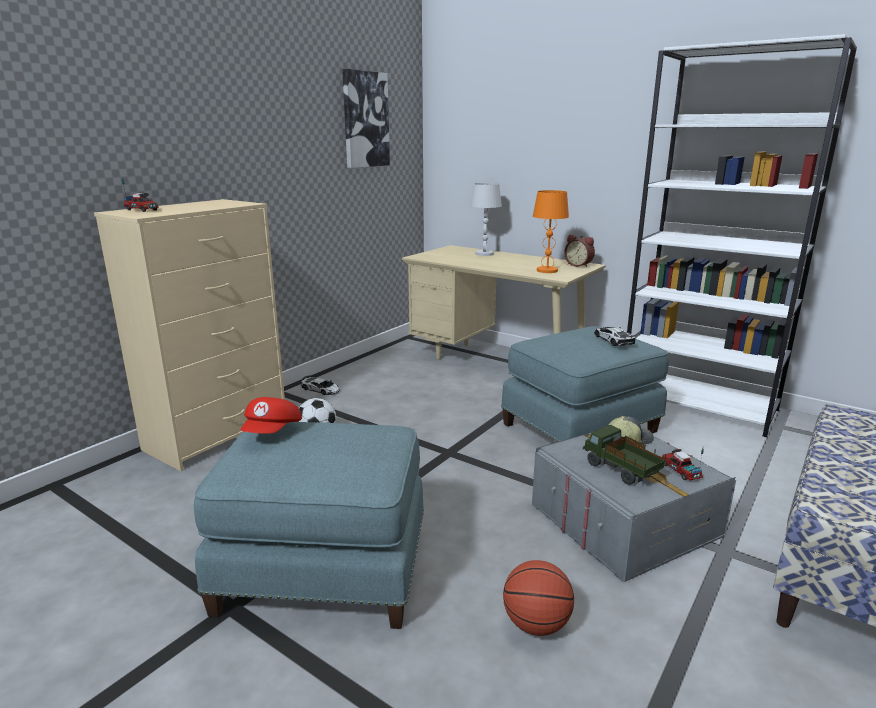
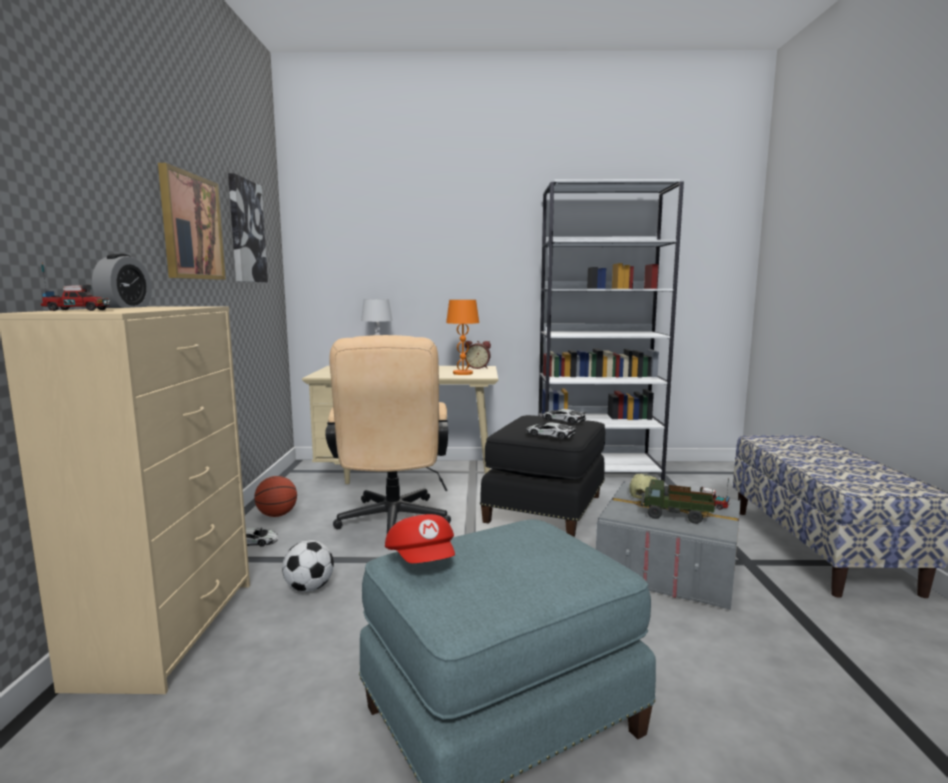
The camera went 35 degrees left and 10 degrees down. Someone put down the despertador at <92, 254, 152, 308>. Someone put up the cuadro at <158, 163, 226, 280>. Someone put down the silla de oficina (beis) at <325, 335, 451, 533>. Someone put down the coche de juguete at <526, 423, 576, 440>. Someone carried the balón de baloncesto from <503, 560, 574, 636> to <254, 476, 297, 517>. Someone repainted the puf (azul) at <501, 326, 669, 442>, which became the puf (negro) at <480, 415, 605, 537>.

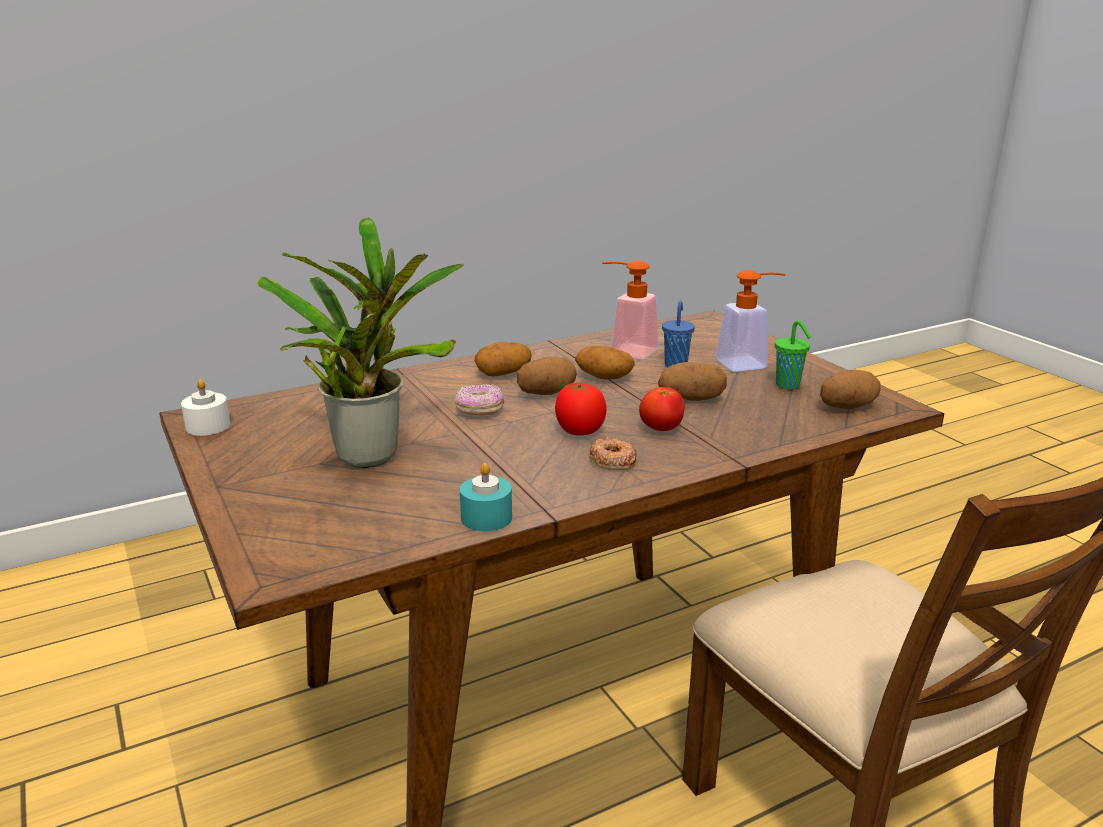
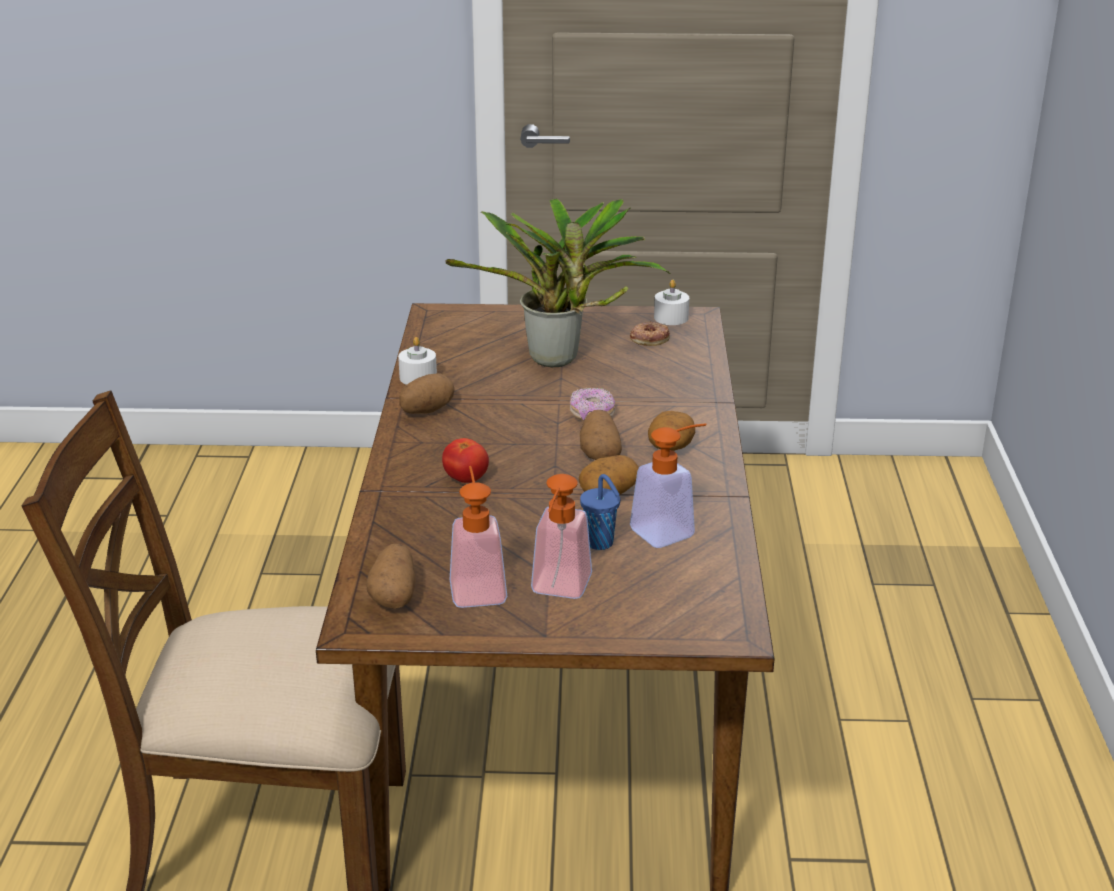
The camera went 120 degrees right and 5 degrees up. Someone took away the tomate at <555, 383, 607, 435>. Someone carried the rosquilla from <589, 437, 637, 470> to <630, 321, 670, 346>. Someone carried the patata from <658, 362, 727, 401> to <399, 373, 455, 414>. Someone swapped the taza (verde) at <775, 320, 811, 389> for the dispensador de jabón at <450, 466, 507, 608>. Someone repainted the vela (turquesa) at <460, 463, 512, 531>, which became the vela (blanco) at <398, 337, 437, 385>.

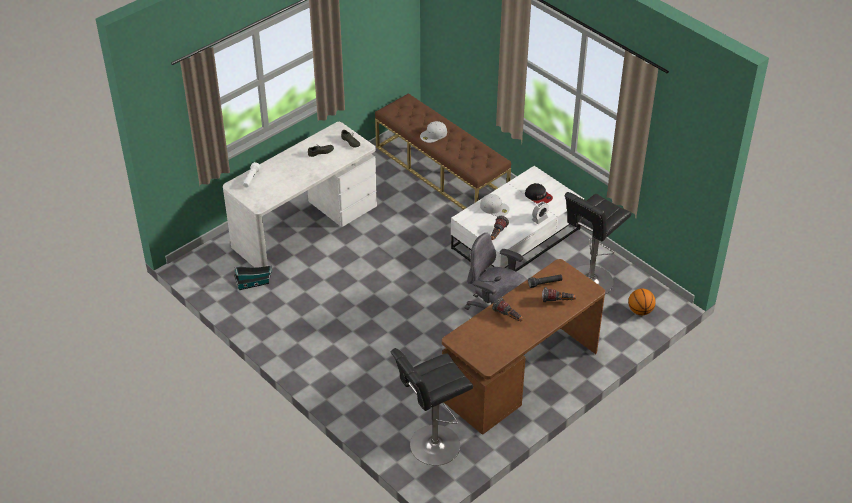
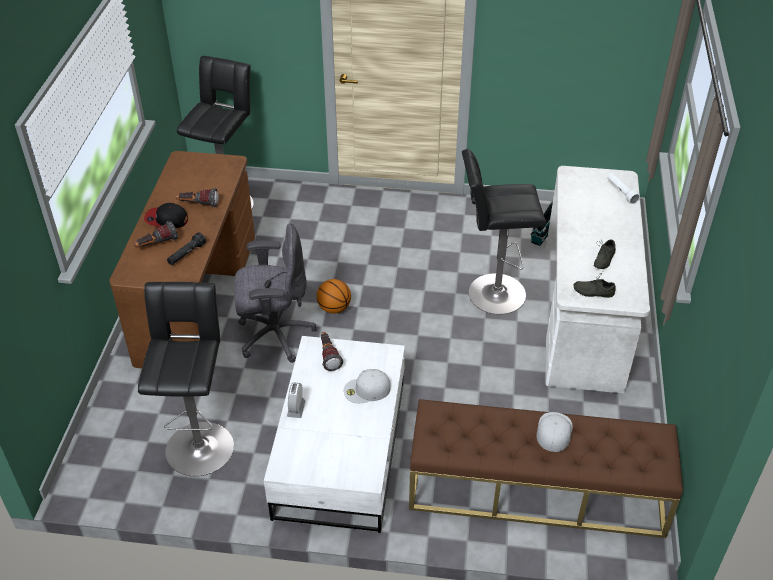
The camera went 140 degrees right and 0 degrees up. Someone put down the taburete (negro) at <462, 149, 546, 314>. Someone carried the gorra from <525, 183, 553, 204> to <144, 203, 188, 228>. Someone carried the balón de baloncesto from <628, 289, 656, 315> to <317, 279, 351, 314>.

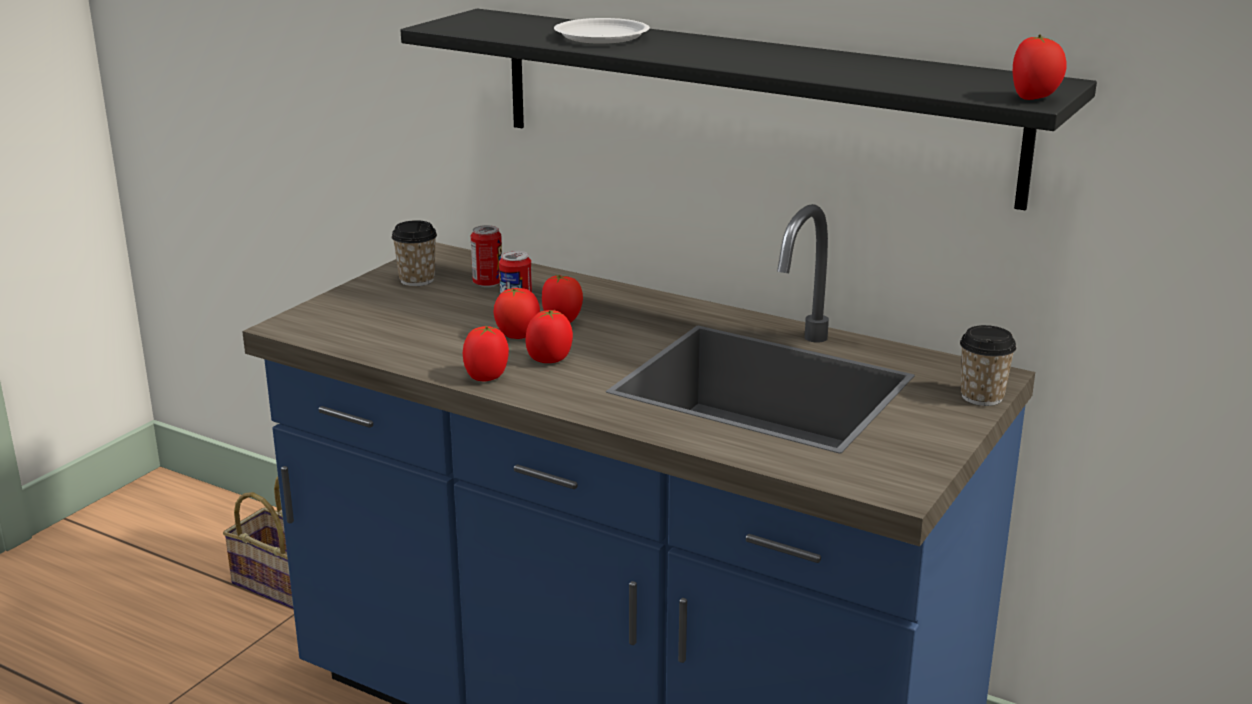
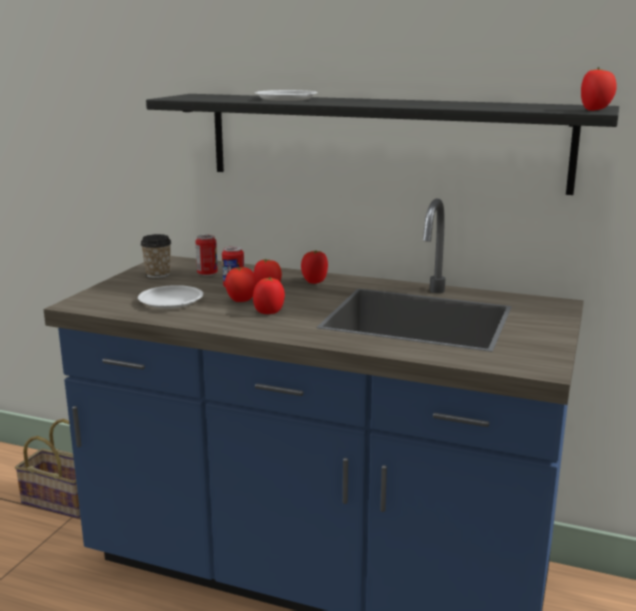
The camera went 10 degrees left and 5 degrees down. Someone took away the taza at <960, 325, 1016, 406>. Someone put down the plato (blanco) at <138, 285, 203, 309>. Someone carried the tomate from <463, 326, 509, 381> to <301, 250, 328, 284>.

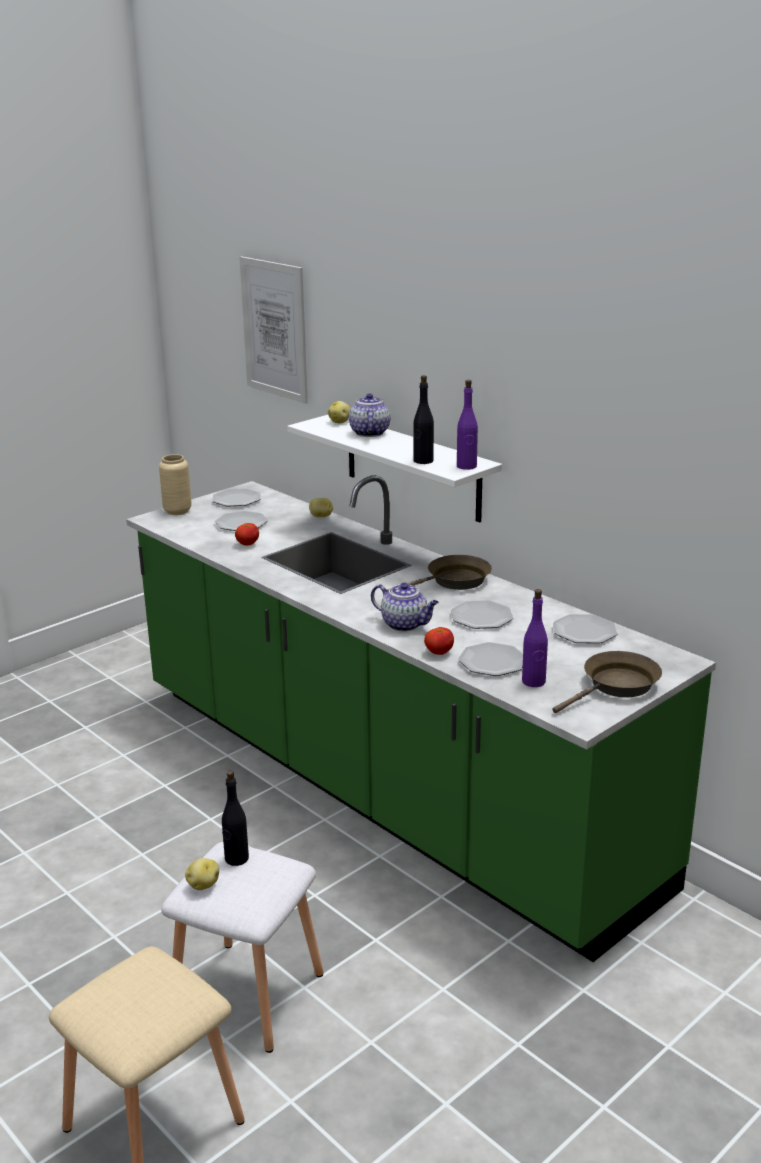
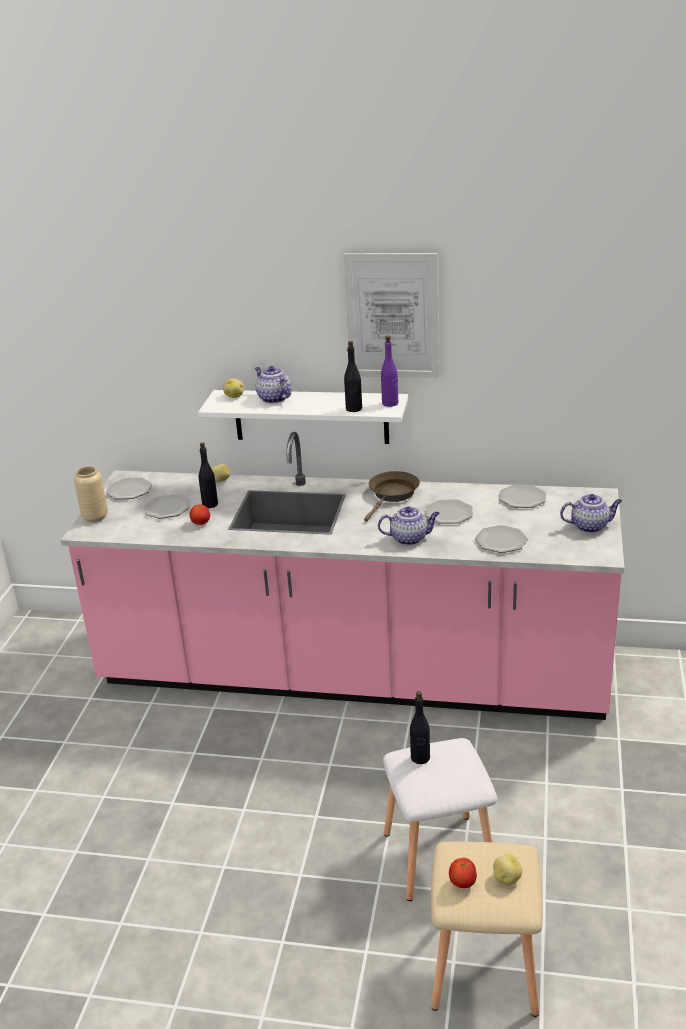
The camera went 35 degrees left and 5 degrees up. Someone took away the botella (morado) at <522, 589, 548, 687>. Someone put down the botella (negro) at <199, 442, 218, 508>. Someone carried the patata from <185, 858, 219, 890> to <493, 854, 522, 885>. Someone carried the cuadro from <239, 256, 308, 404> to <344, 253, 439, 378>. Someone carried the tomate from <424, 627, 454, 655> to <449, 858, 477, 888>. Someone swapped the sartén (marrón) at <553, 651, 662, 713> for the tetera at <560, 494, 622, 533>. Someone repainted the mueble bajo de cocina (verde) at <126, 475, 716, 962>, which became the mueble bajo de cocina (rosa) at <61, 432, 624, 720>.

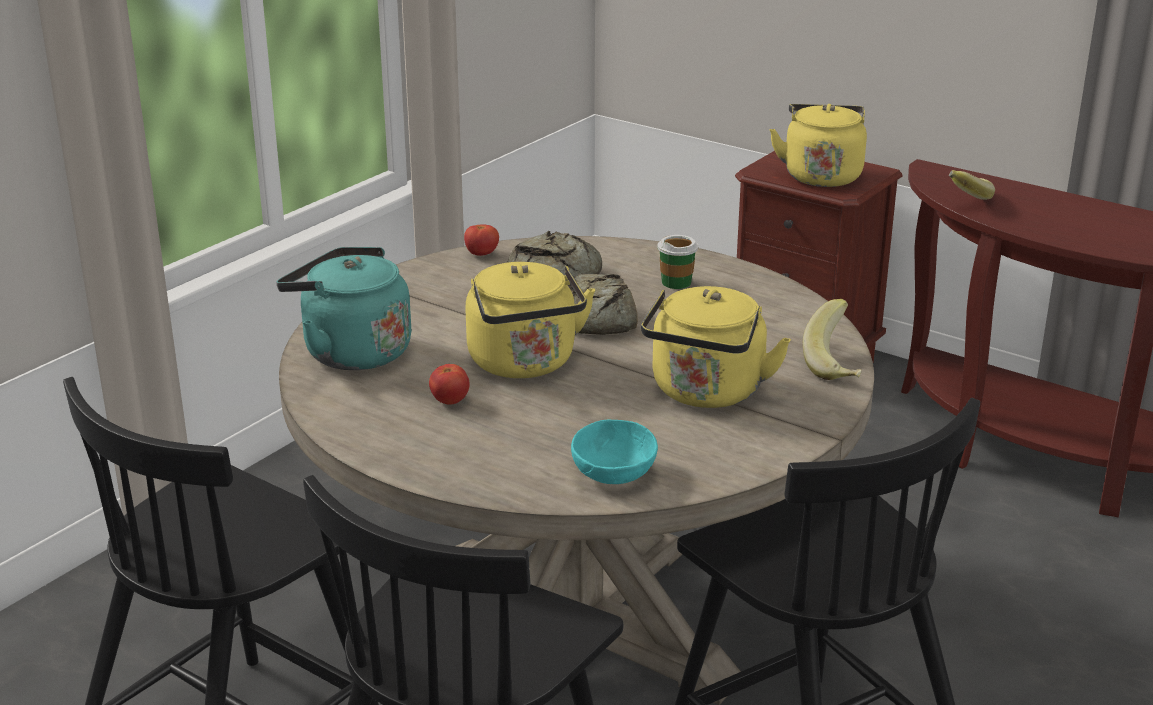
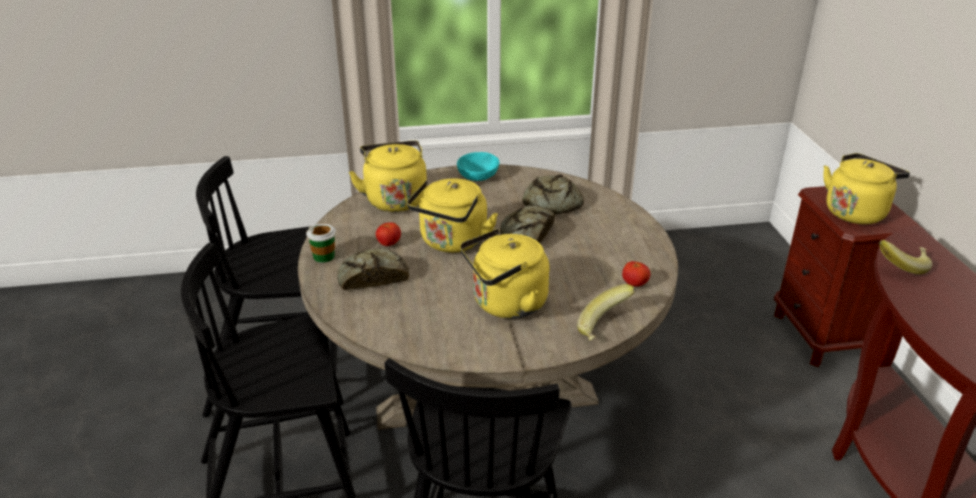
The camera went 45 degrees right and 5 degrees up. Someone put down the pan at <337, 248, 409, 290>. Someone carried the tomate from <464, 224, 499, 256> to <622, 261, 650, 287>. Someone carried the cuenco (turquesa) from <571, 420, 658, 484> to <457, 152, 499, 181>. Someone carried the taza from <657, 235, 699, 289> to <306, 224, 336, 263>. Someone repainted the hervidor (turquesa) at <276, 247, 411, 370>, which became the hervidor (amarillo) at <349, 140, 427, 212>.

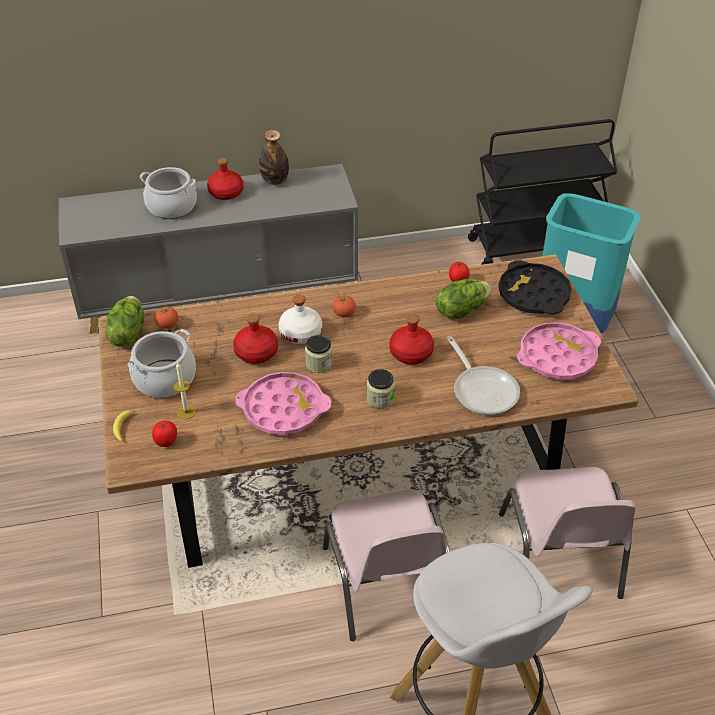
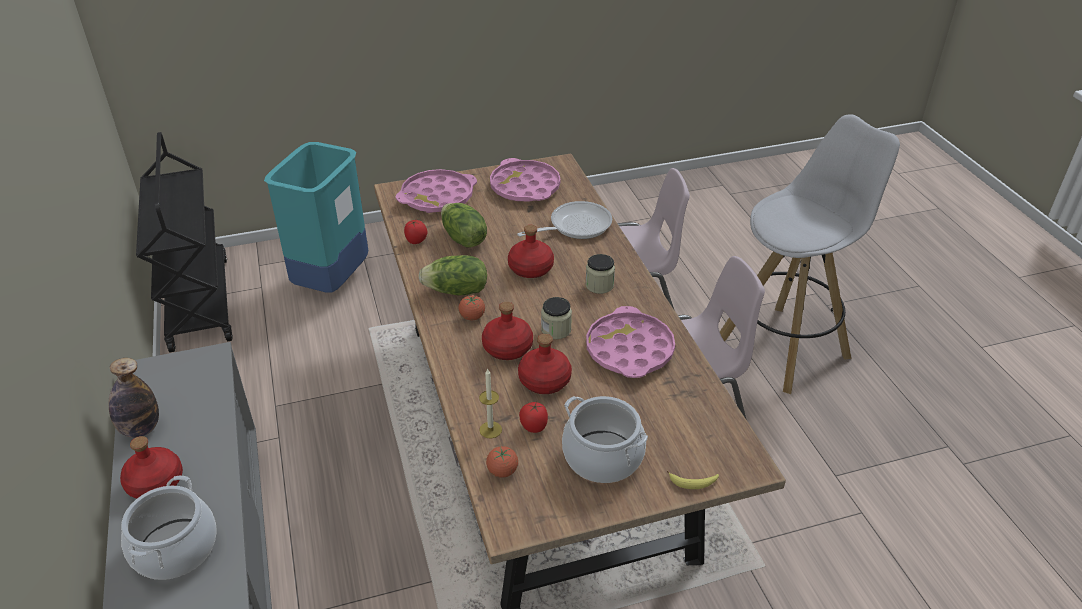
The camera went 95 degrees left and 5 degrees down. Someone carried the lechuga from <105, 296, 144, 347> to <418, 255, 487, 296>. Someone carried the tomate from <152, 421, 177, 447> to <519, 402, 548, 433>. Someone carried the vela from <173, 362, 196, 419> to <479, 368, 502, 438>. Someone repainted the botella (blanco) at <279, 295, 322, 344>, which became the botella (rojo) at <482, 302, 533, 360>. Someone repainted the bandeja (negro) at <498, 260, 572, 314>, which became the bandeja (rosa) at <396, 169, 477, 213>.

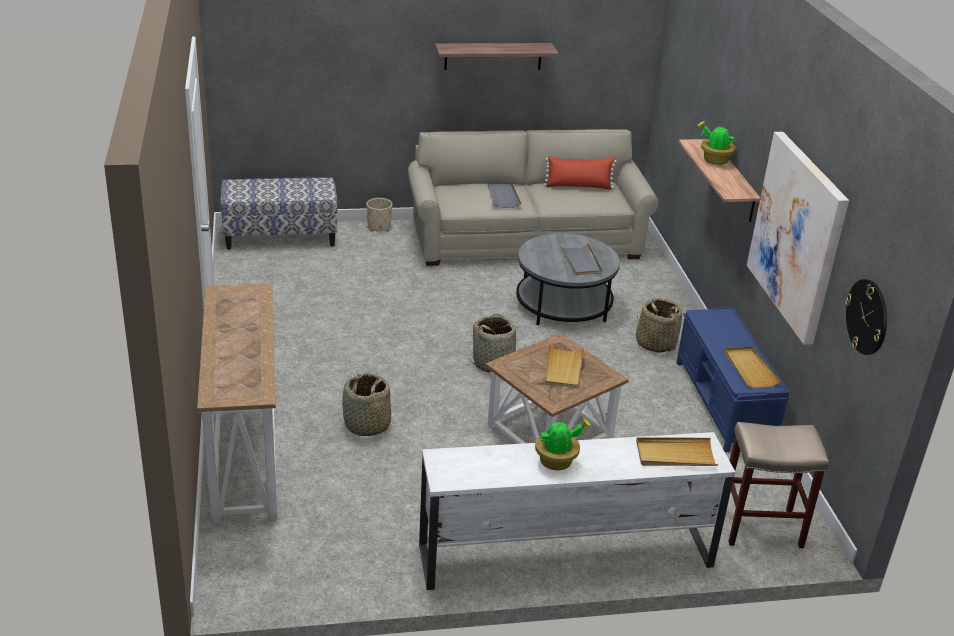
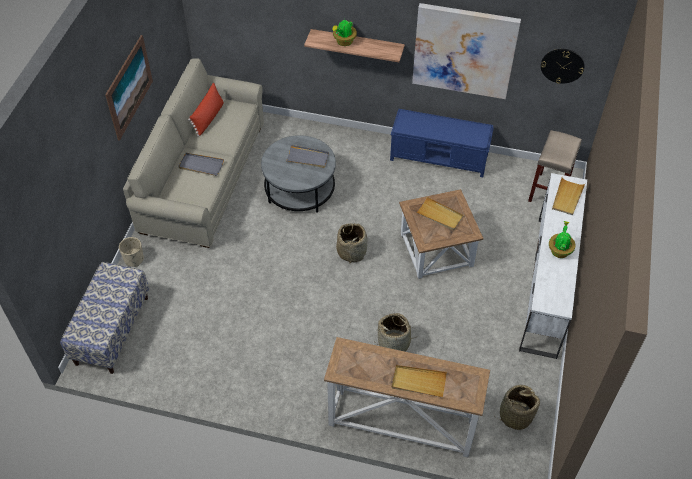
The camera went 65 degrees left and 20 degrees up. Someone carried the cesta from <636, 298, 682, 353> to <494, 385, 540, 430>. Someone carried the bandeja (beis) from <724, 346, 781, 388> to <392, 365, 447, 398>. Someone swapped the estante at <435, 43, 559, 70> for the cuadro at <105, 35, 153, 141>.

